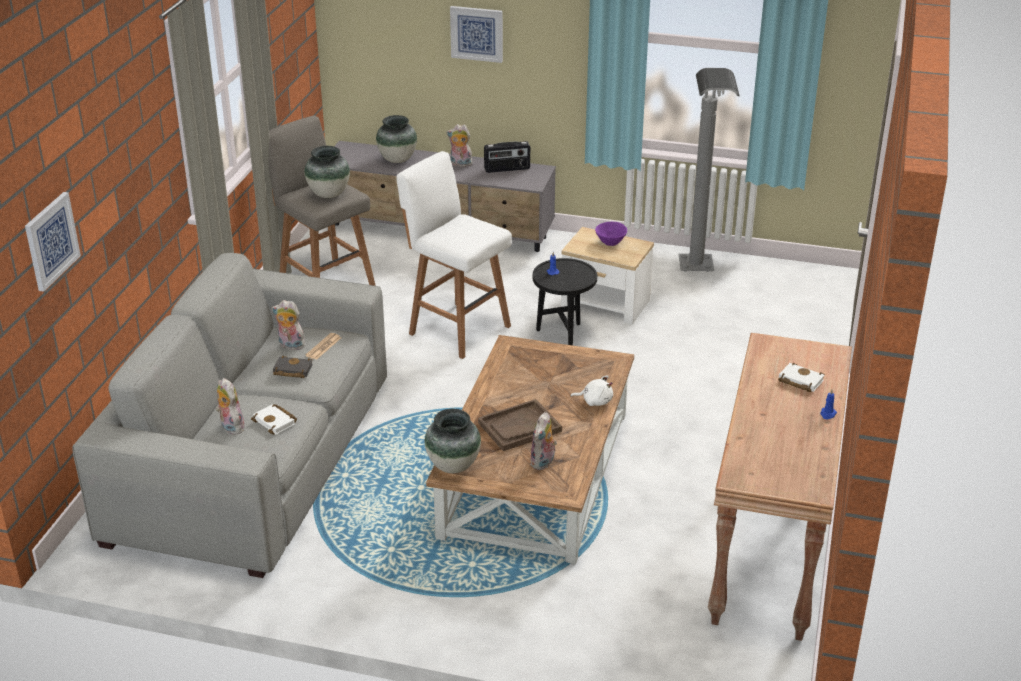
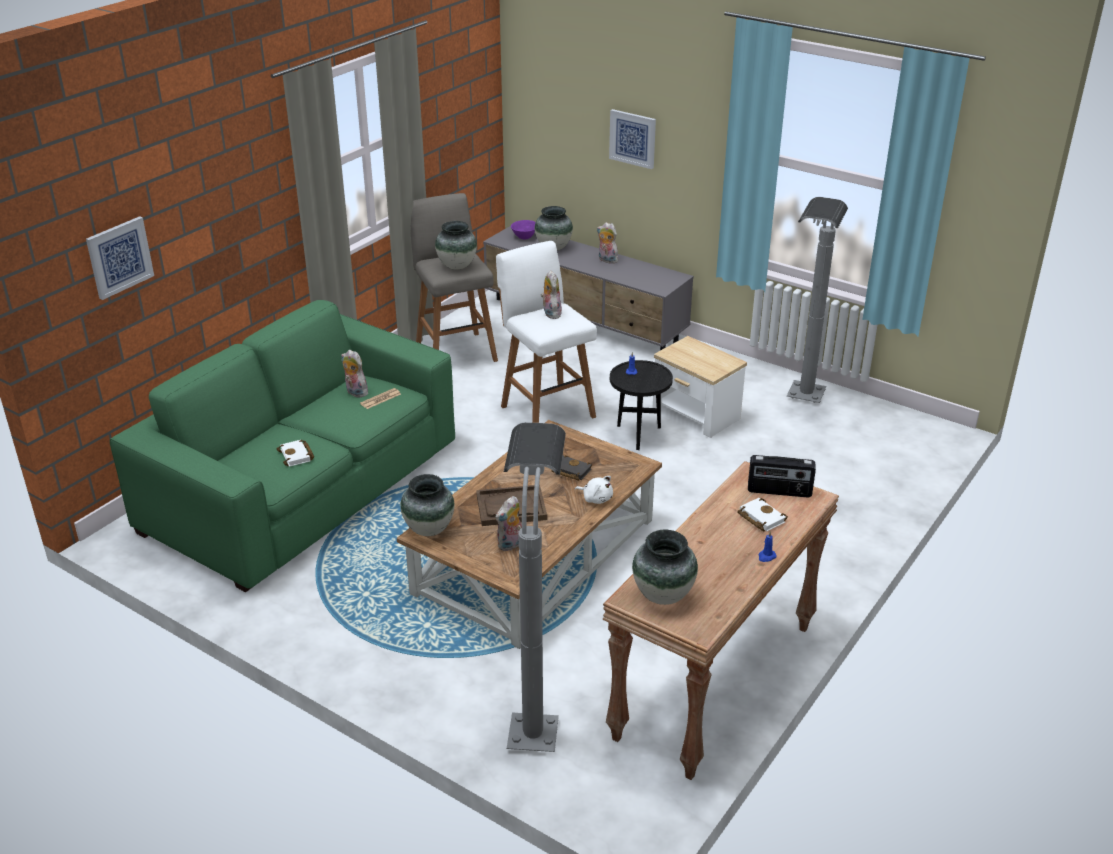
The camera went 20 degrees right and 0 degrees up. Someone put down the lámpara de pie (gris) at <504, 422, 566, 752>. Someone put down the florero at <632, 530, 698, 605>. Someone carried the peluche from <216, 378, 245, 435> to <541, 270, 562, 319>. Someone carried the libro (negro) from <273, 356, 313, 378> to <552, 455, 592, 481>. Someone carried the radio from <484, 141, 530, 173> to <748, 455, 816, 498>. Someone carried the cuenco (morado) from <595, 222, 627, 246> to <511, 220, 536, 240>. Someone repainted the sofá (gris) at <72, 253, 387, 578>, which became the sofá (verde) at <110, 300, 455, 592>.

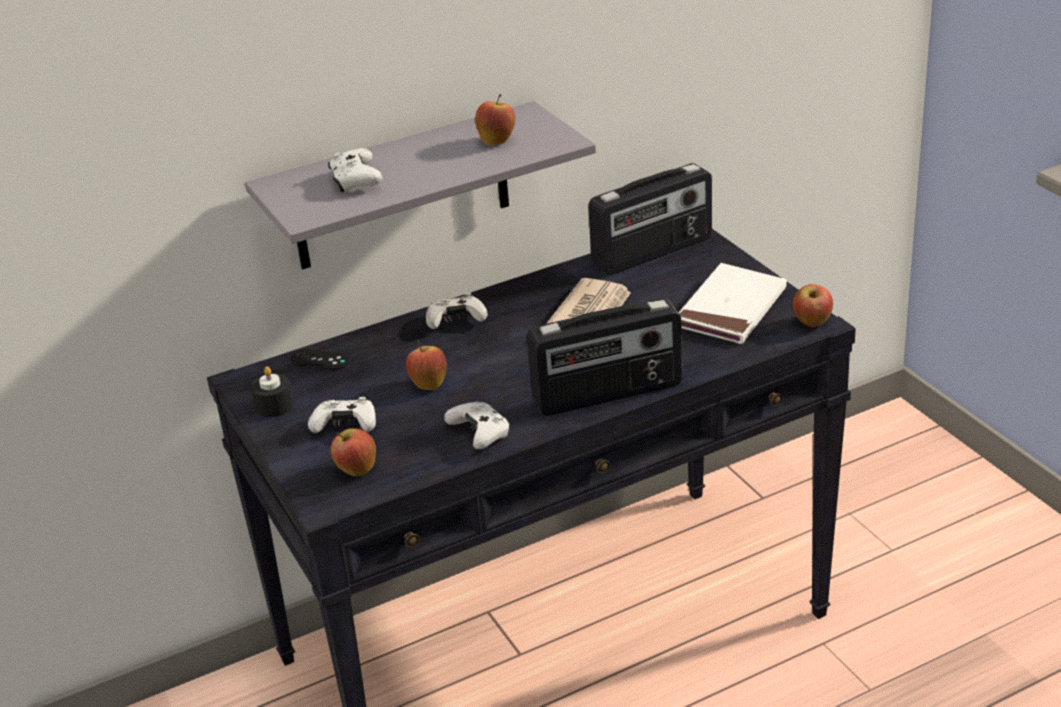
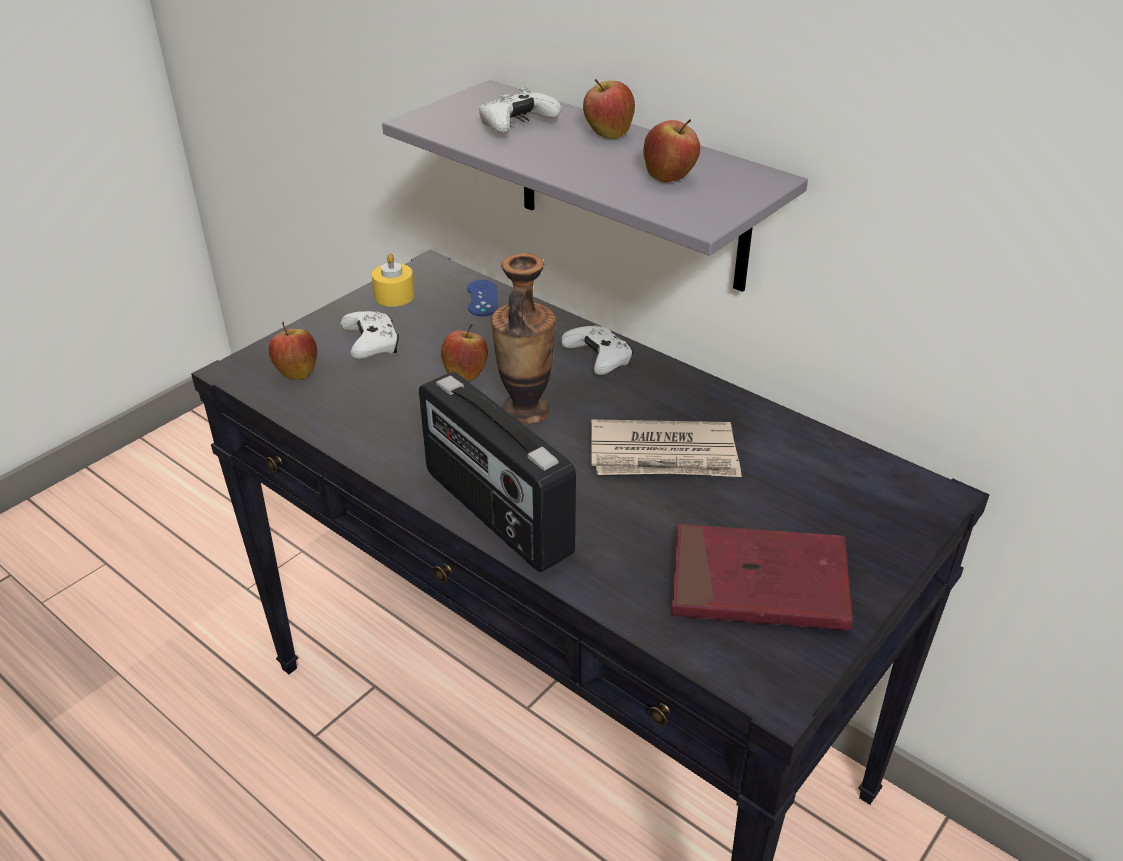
The camera went 65 degrees right and 5 degrees up. Someone took away the mando de consola (blanco) at <444, 402, 510, 449>. Someone took away the radio at <588, 163, 712, 275>. Someone put down the florero at <491, 253, 556, 425>. Someone carried the manzana from <792, 284, 833, 327> to <583, 79, 635, 139>. Someone repainted the vela (negro) at <251, 366, 294, 417>, which became the vela (amarillo) at <372, 253, 415, 307>. Someone repainted the mando de consola (negro) at <290, 349, 350, 370>, which became the mando de consola (azul) at <467, 280, 498, 316>. Someone repainted the libro (blanco) at <679, 263, 787, 344>, which became the libro (rojo) at <672, 524, 853, 630>.

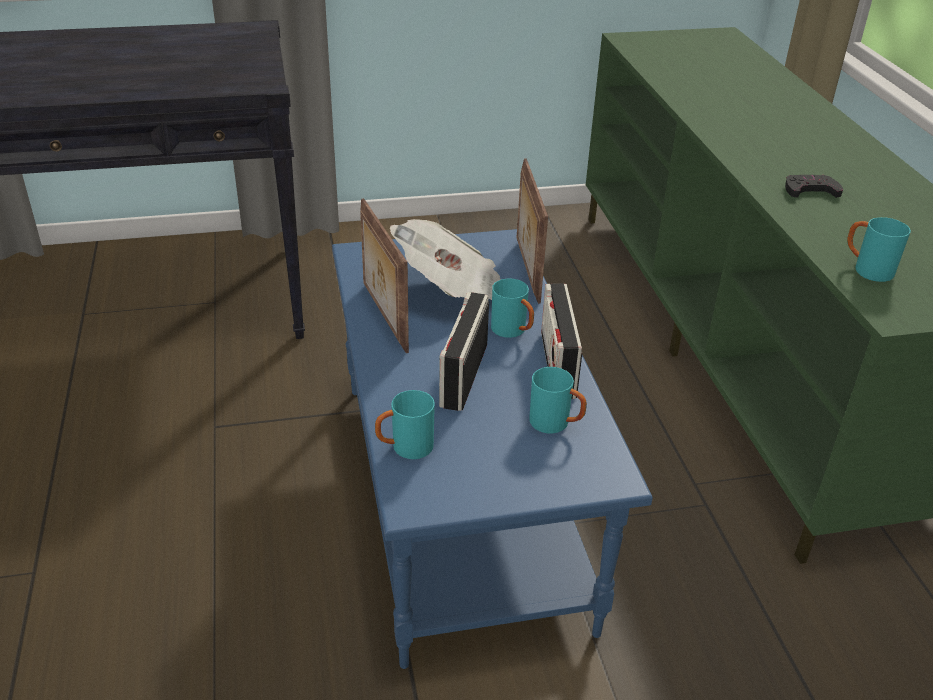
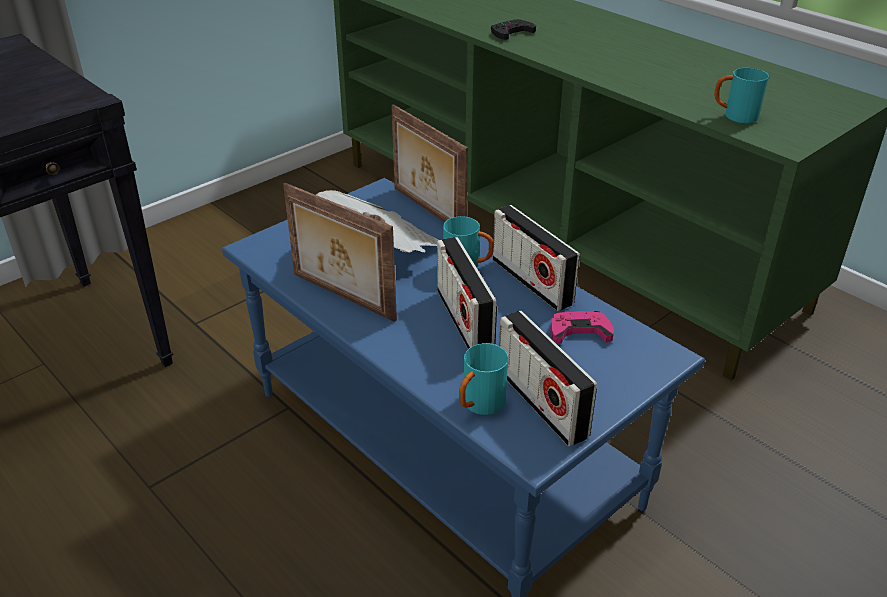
The camera went 30 degrees left and 0 degrees up. Someone put down the radio at <499, 311, 597, 446>. Someone carried the mando de consola (negro) from <785, 175, 843, 198> to <491, 19, 536, 40>. Someone swapped the taza grande (turquesa) at <529, 367, 587, 434> for the mando de consola (rosa) at <550, 311, 614, 344>.

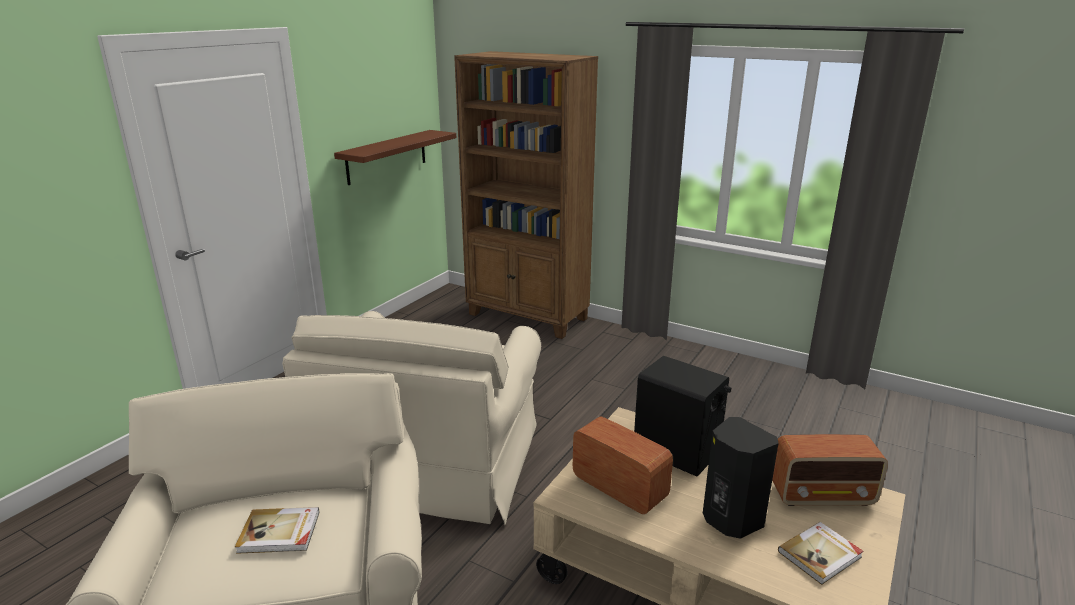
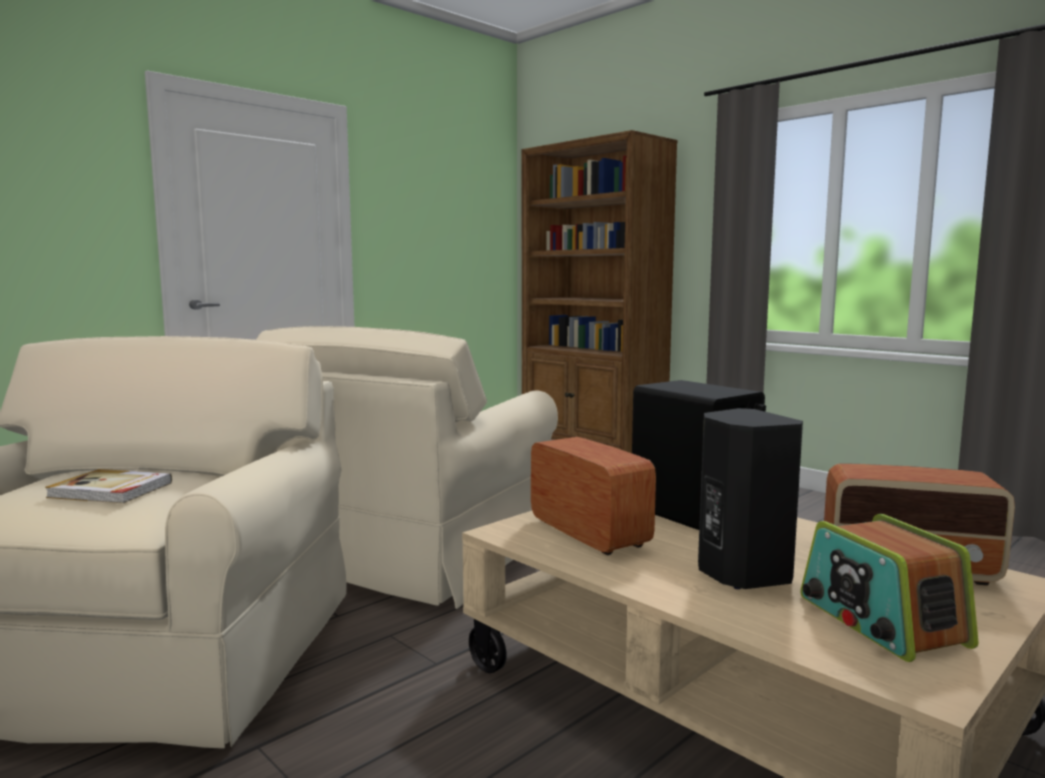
The camera went 15 degrees right and 15 degrees down. Someone took away the estante (marrón) at <334, 130, 456, 185>. Someone swapped the libro at <778, 522, 864, 585> for the radio at <800, 514, 978, 662>.

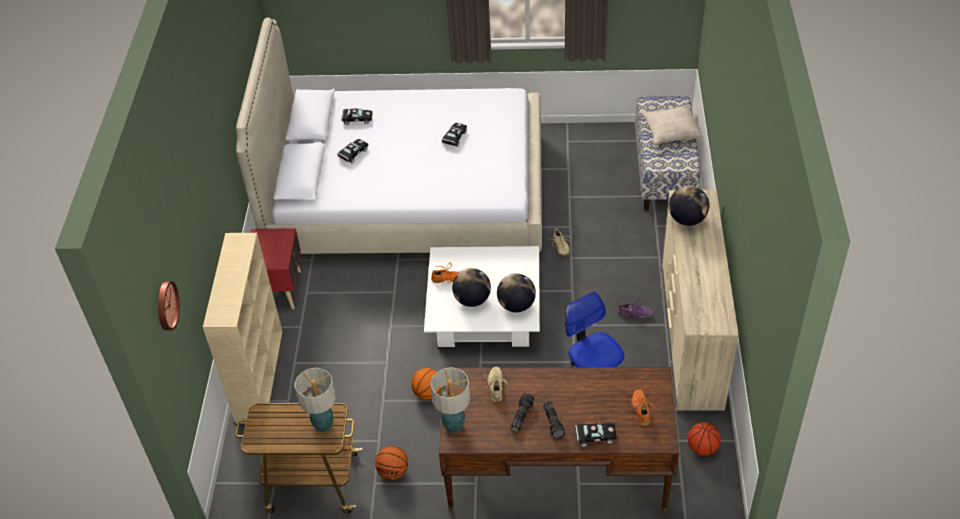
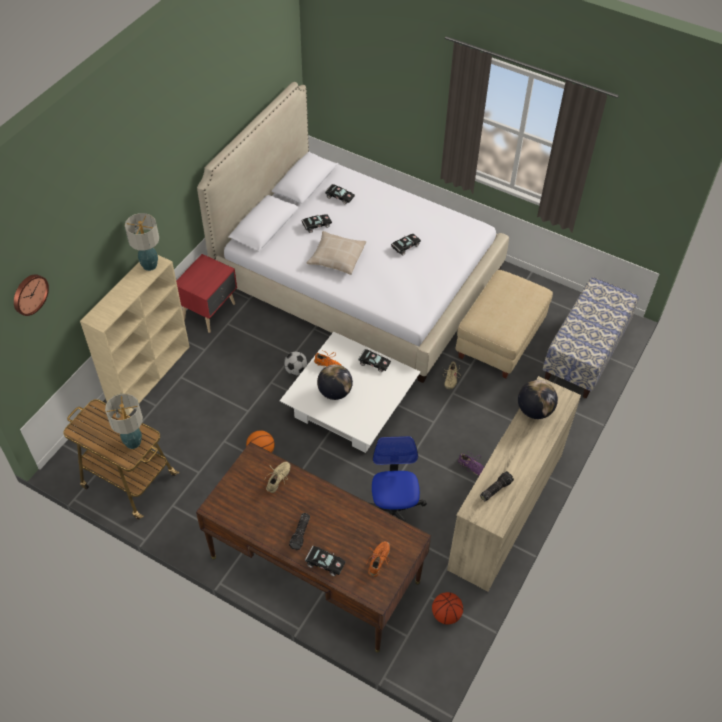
The camera went 25 degrees right and 5 degrees up. Someone took away the balón de baloncesto at <375, 446, 408, 480>. Someone took away the globo terráqueo at <497, 274, 536, 312>. Someone put down the balón de fútbol at <284, 351, 308, 375>. Someone put down the coche de juguete (negro) at <358, 349, 391, 372>. Someone put down the puf (beis) at <455, 270, 553, 379>. Someone carried the lámpara de mesa from <431, 367, 470, 433> to <125, 213, 159, 271>. Someone carried the linterna from <510, 393, 534, 432> to <480, 471, 514, 501>. Someone carried the cojín (beis) from <641, 105, 703, 146> to <307, 231, 366, 275>.

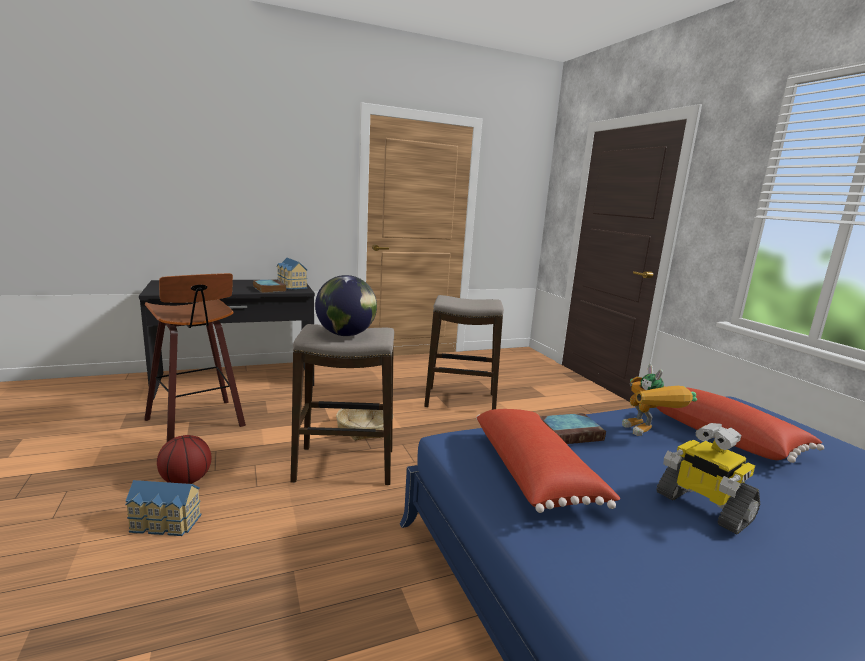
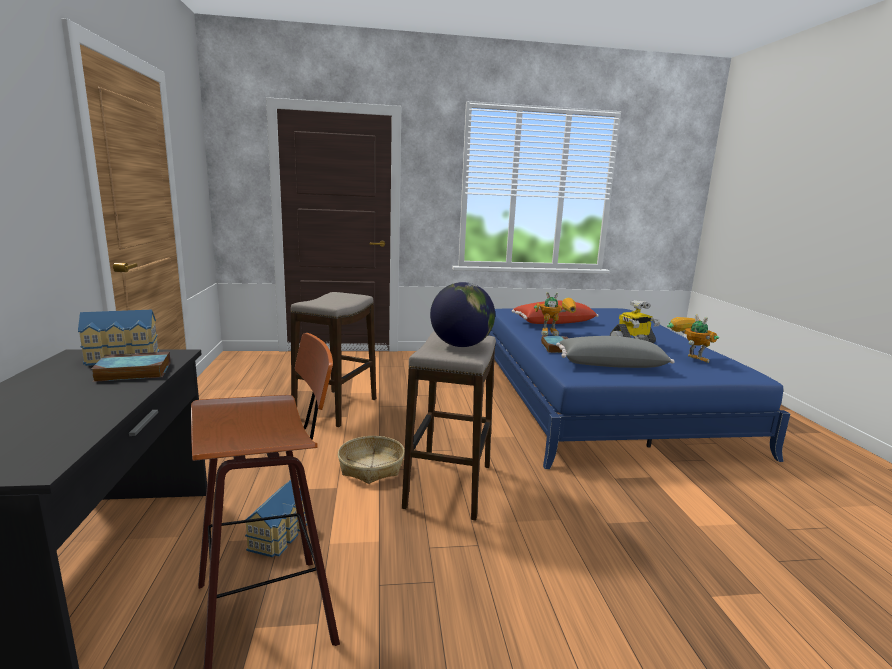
The camera went 75 degrees left and 0 degrees up. Someone took away the balón de baloncesto at <157, 435, 212, 484>. Someone put down the robot de juguete at <667, 314, 719, 363>. Someone carried the casita from <125, 480, 201, 536> to <245, 480, 307, 557>. Someone repainted the cojín (rojo) at <476, 409, 620, 513>, which became the cojín (gris) at <556, 336, 674, 368>.

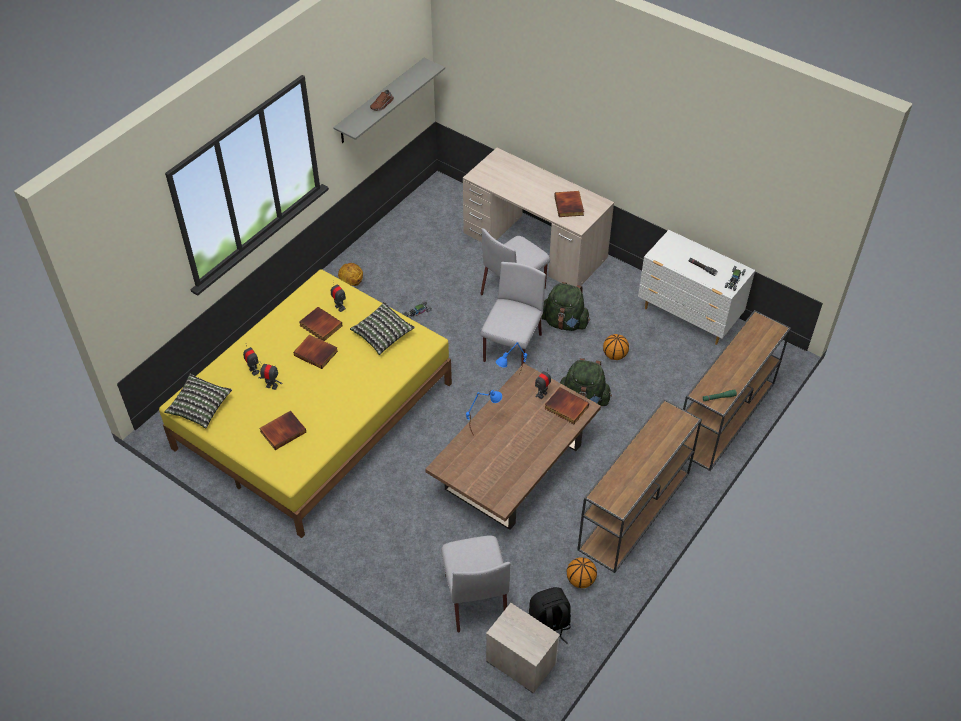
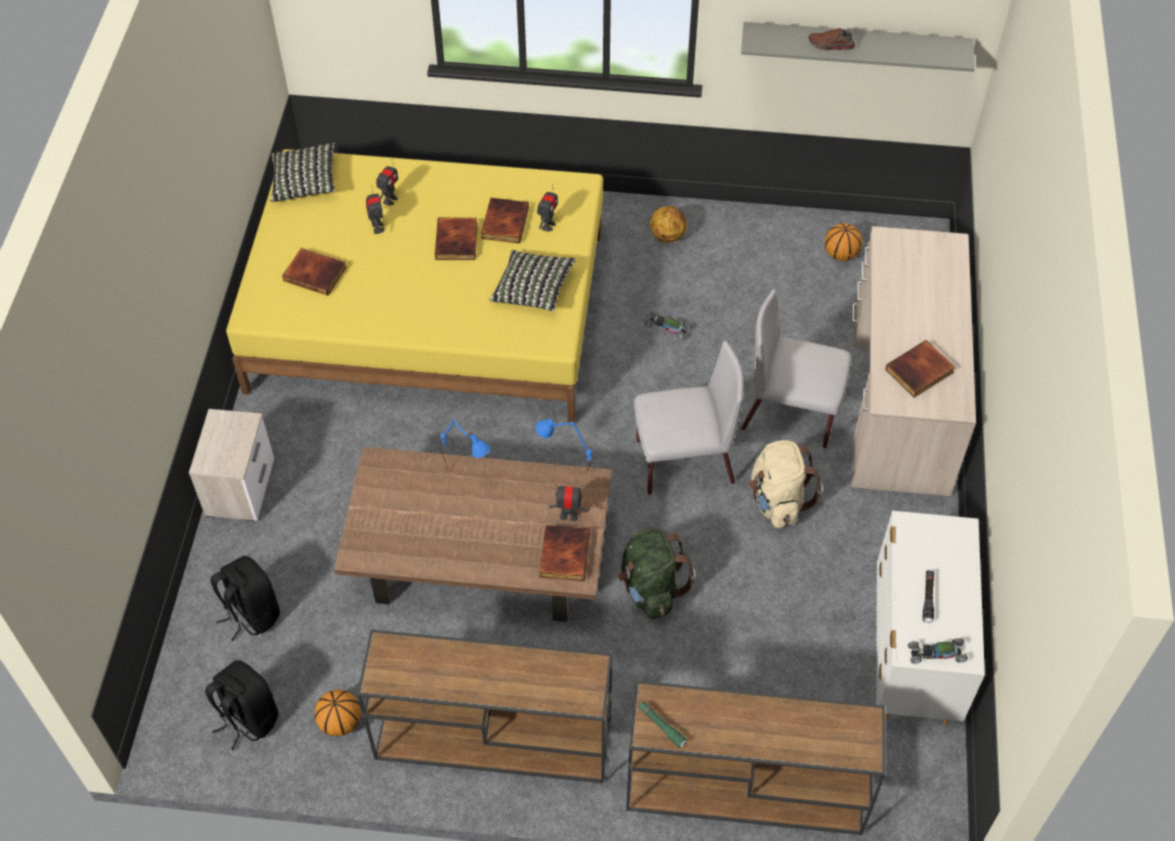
The camera went 60 degrees right and 5 degrees up. Someone carried the mesita de noche from <486, 603, 560, 694> to <189, 409, 274, 521>. Someone carried the balón de baloncesto from <603, 334, 629, 360> to <824, 223, 862, 261>. Someone swapped the silla (gris) at <441, 535, 511, 632> for the mochila (negro) at <211, 556, 280, 641>. Someone repainted the mochila (verde) at <541, 282, 590, 331>, which became the mochila (beis) at <748, 440, 823, 528>.

